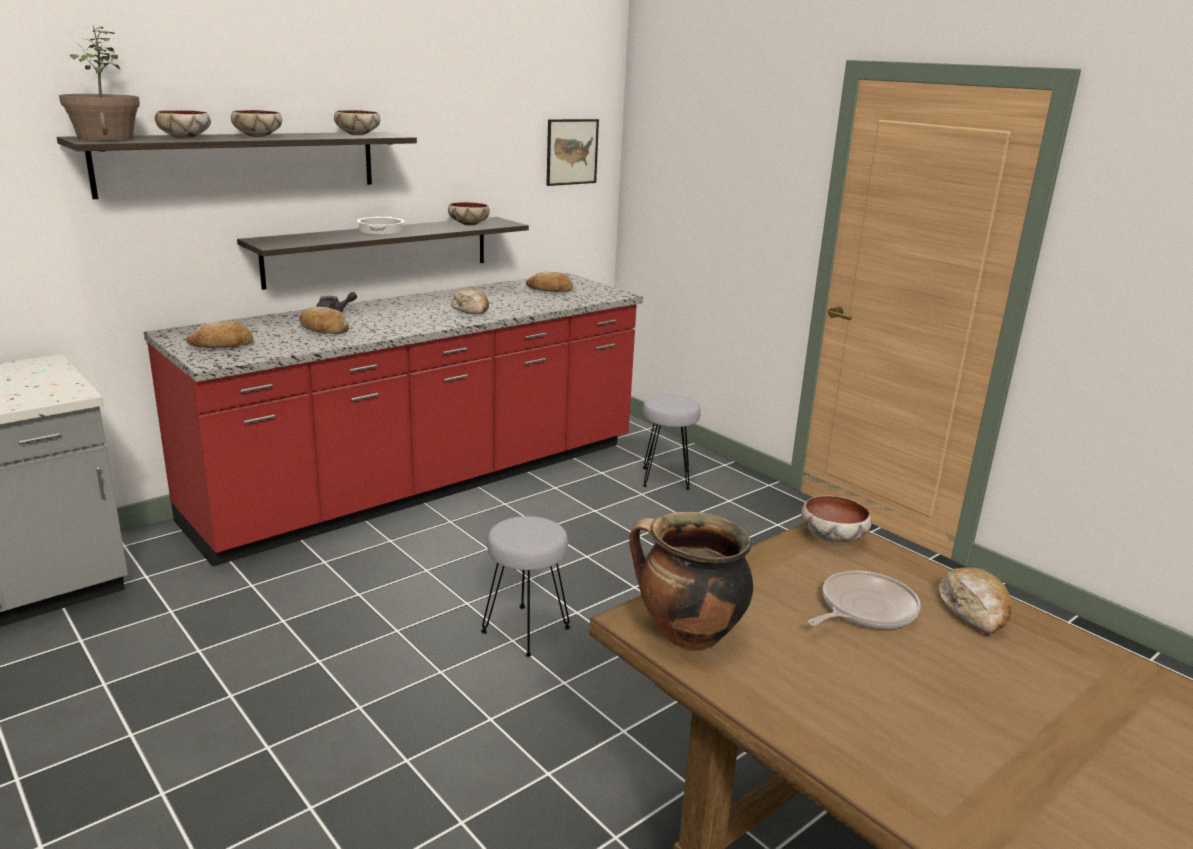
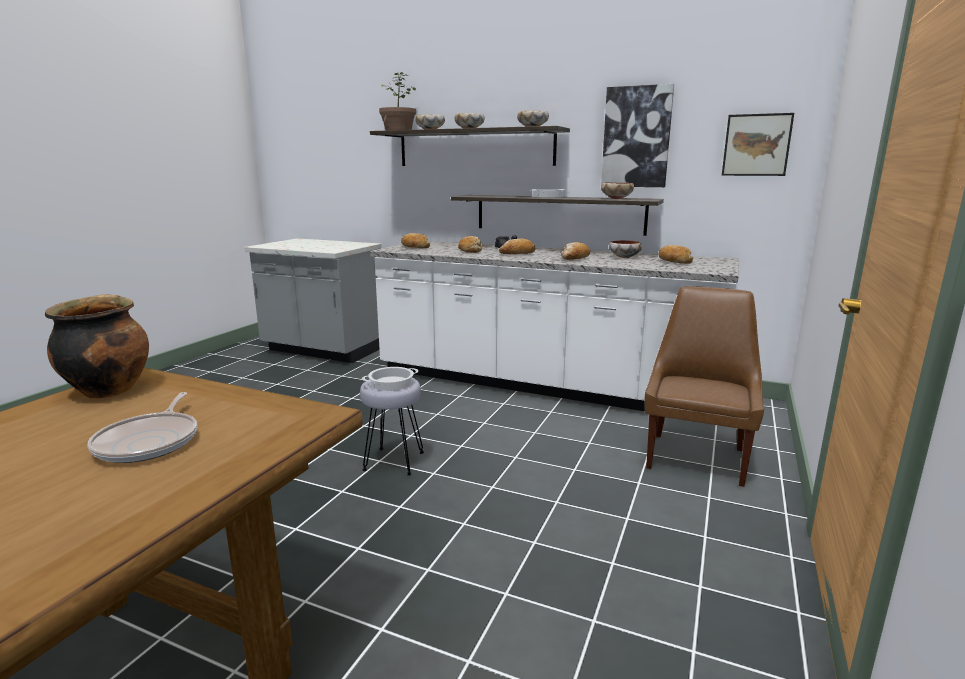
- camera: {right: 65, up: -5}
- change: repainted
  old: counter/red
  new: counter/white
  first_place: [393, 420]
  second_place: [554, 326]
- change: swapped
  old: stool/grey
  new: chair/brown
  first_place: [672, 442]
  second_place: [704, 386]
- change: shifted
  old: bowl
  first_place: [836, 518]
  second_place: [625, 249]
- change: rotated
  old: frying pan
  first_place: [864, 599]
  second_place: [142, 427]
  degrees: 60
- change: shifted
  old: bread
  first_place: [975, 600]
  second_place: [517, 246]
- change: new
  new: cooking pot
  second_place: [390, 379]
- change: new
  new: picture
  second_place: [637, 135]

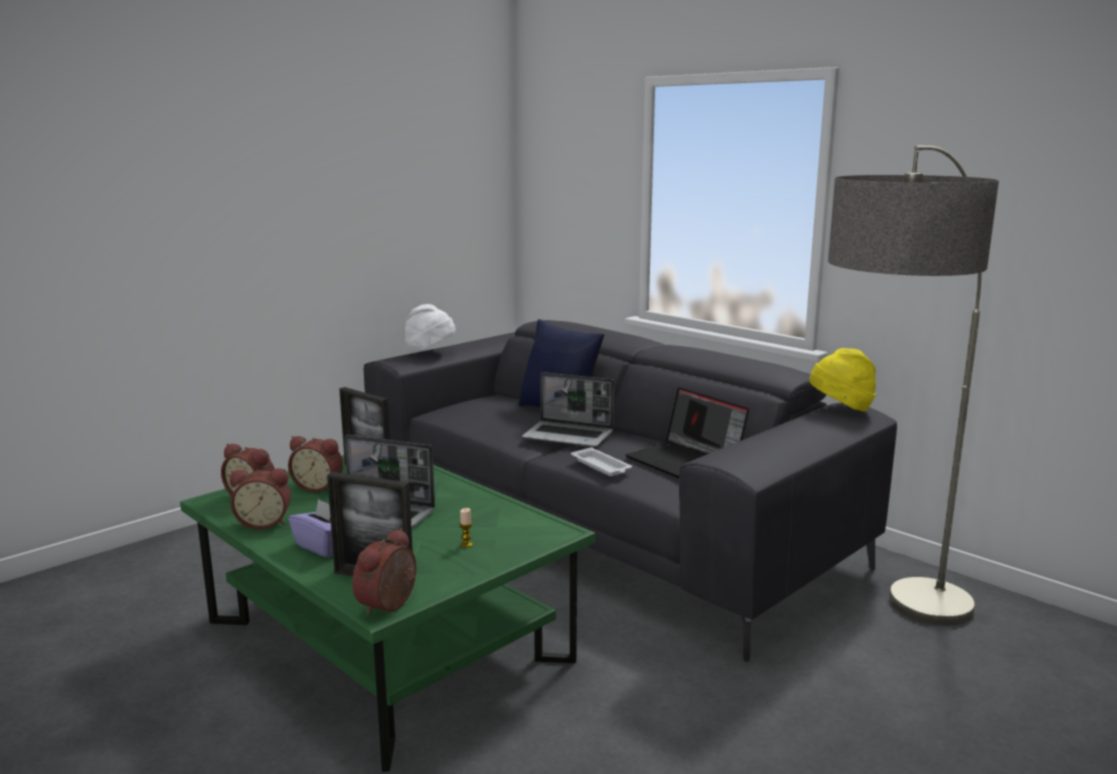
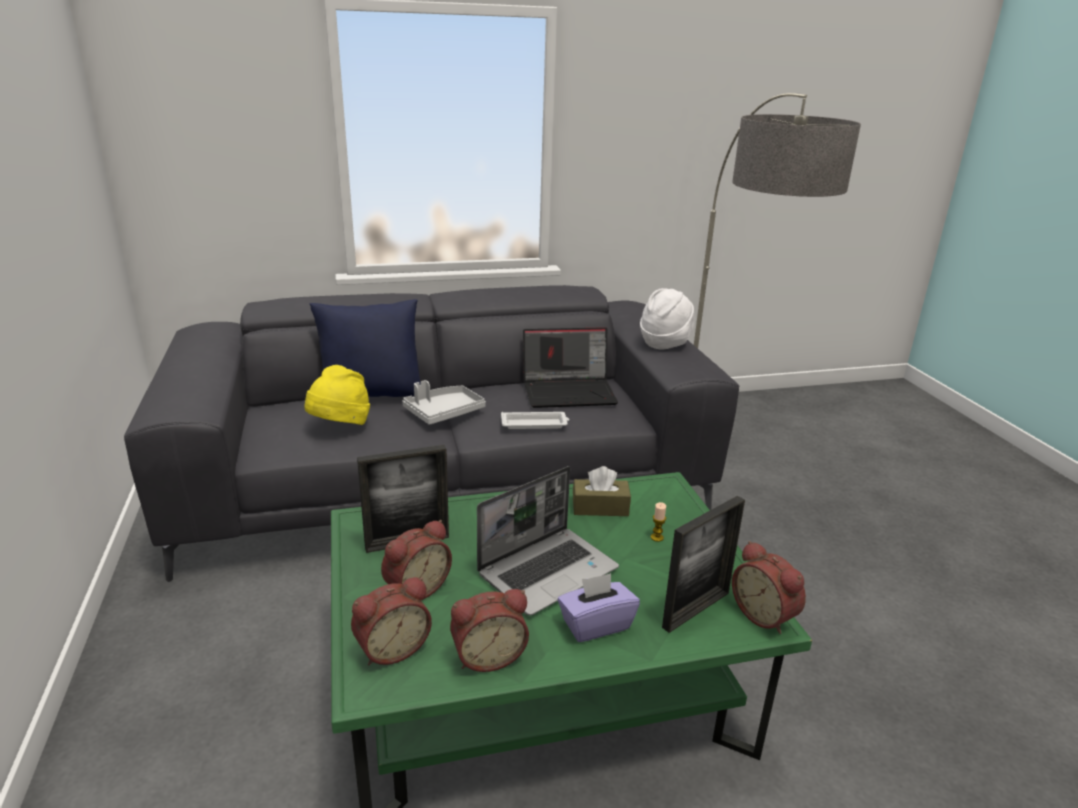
- camera: {right: -60, up: 10}
- change: rotated
  old: alarm clock
  first_place: [260, 499]
  second_place: [489, 630]
  degrees: 45
- change: shifted
  old: hat/white
  first_place: [430, 329]
  second_place: [667, 319]
- change: swapped
  old: laptop
  new: tray/grey
  first_place: [568, 409]
  second_place: [444, 402]
- change: shifted
  old: hat/yellow
  first_place: [843, 380]
  second_place: [337, 395]
- change: new
  new: tissue box/brown
  second_place: [602, 491]

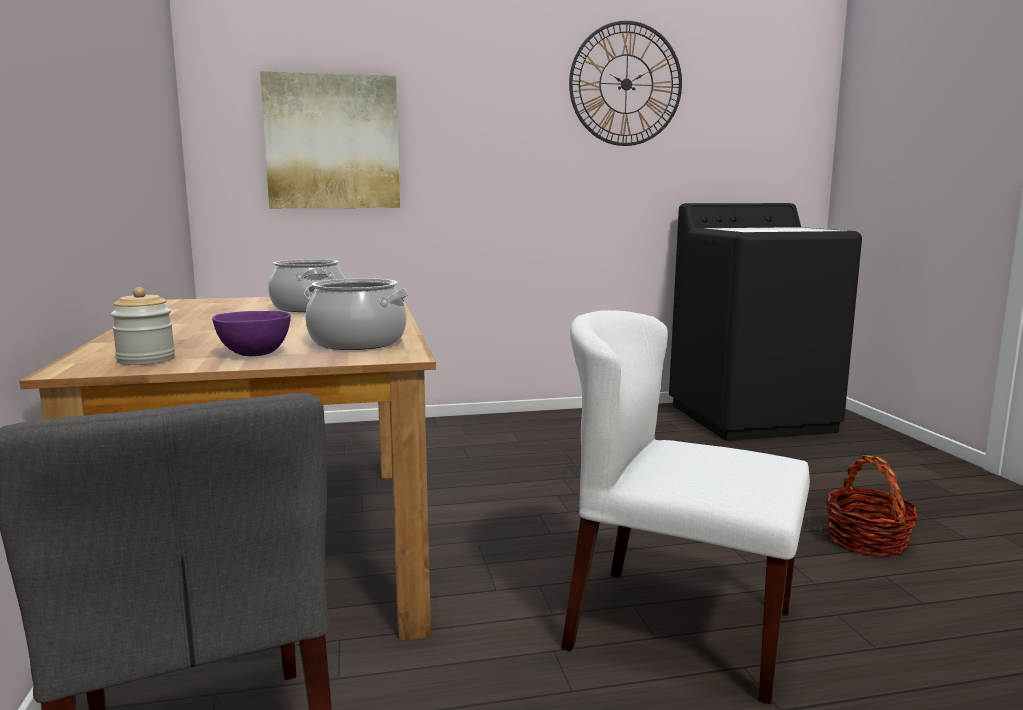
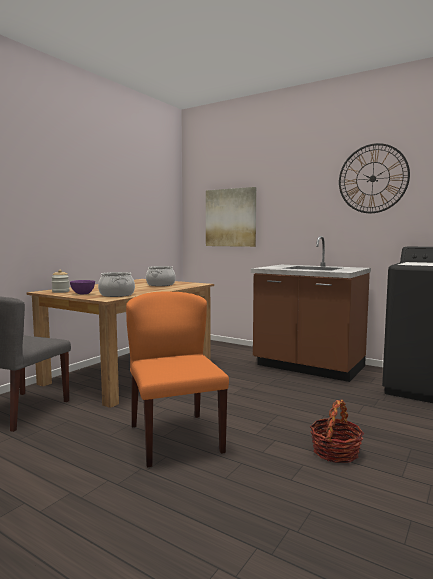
- camera: {right: 45, up: -5}
- change: repainted
  old: chair/white
  new: chair/orange
  first_place: [685, 507]
  second_place: [177, 380]
- change: new
  new: counter/brown
  second_place: [311, 309]

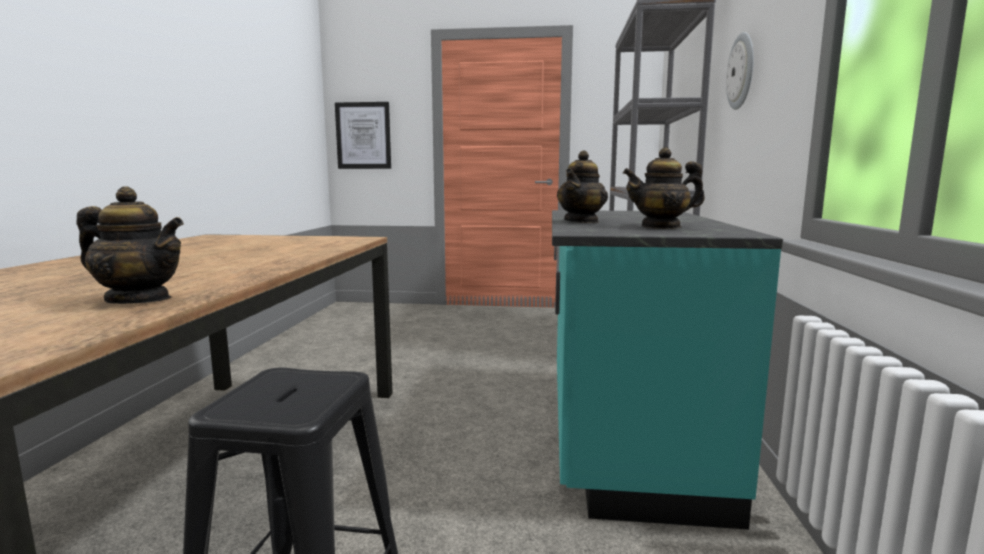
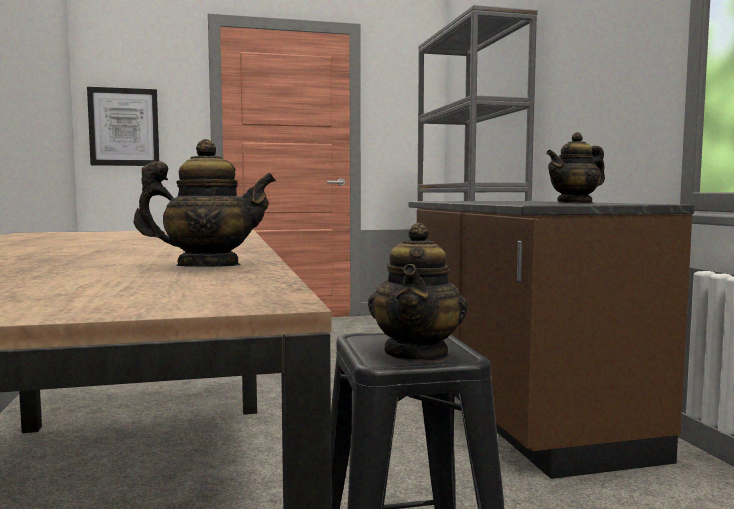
- camera: {right: -20, up: -5}
- change: repainted
  old: counter/turquoise
  new: counter/brown
  first_place: [667, 369]
  second_place: [552, 340]
- change: shifted
  old: teapot
  first_place: [582, 186]
  second_place: [418, 293]
- change: gone
  old: wall clock
  first_place: [740, 71]

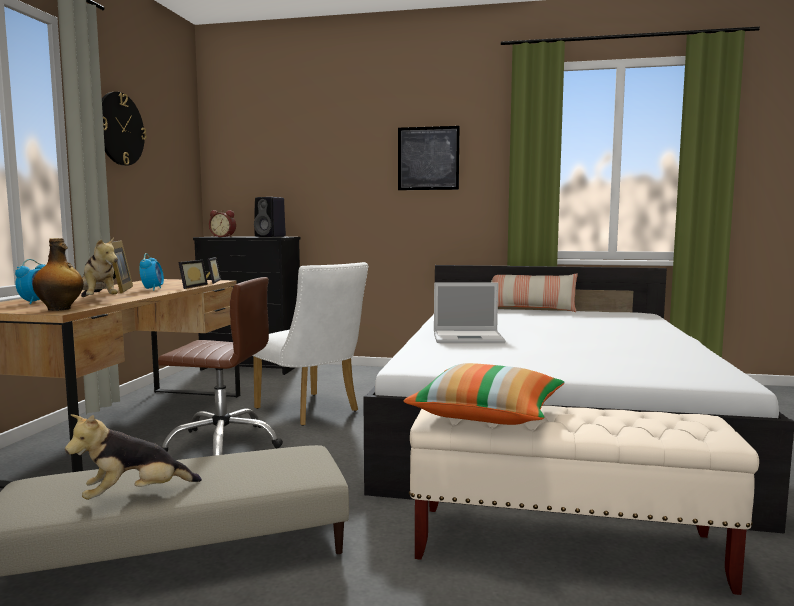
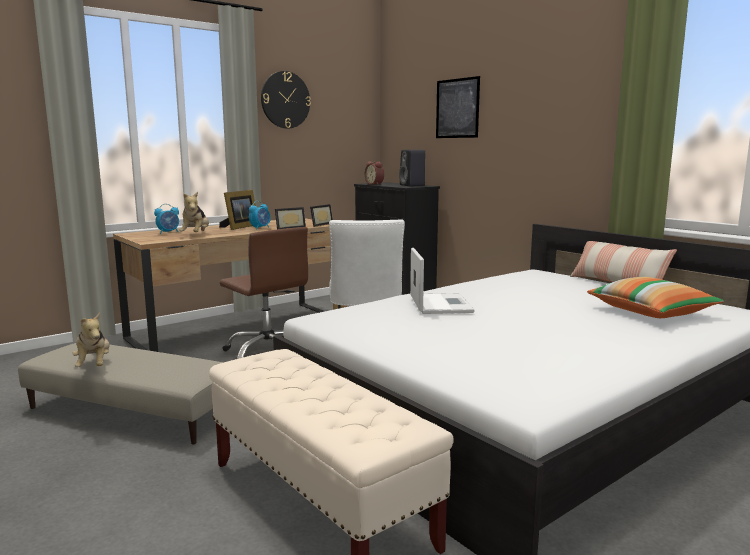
- camera: {right: 40, up: 5}
- change: gone
  old: bottle
  first_place: [58, 274]
- change: rotated
  old: plush toy
  first_place: [133, 457]
  second_place: [91, 340]
  degrees: -120
- change: shifted
  old: picture
  first_place: [429, 158]
  second_place: [458, 107]
- change: shifted
  old: pillow
  first_place: [483, 394]
  second_place: [655, 297]
- change: rotated
  old: laptop
  first_place: [469, 312]
  second_place: [442, 281]
  degrees: -135

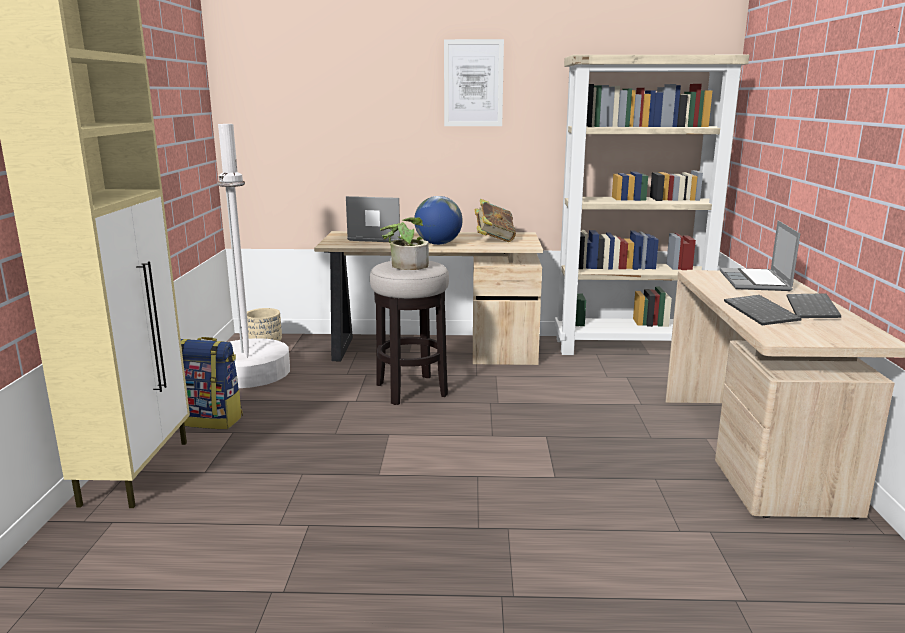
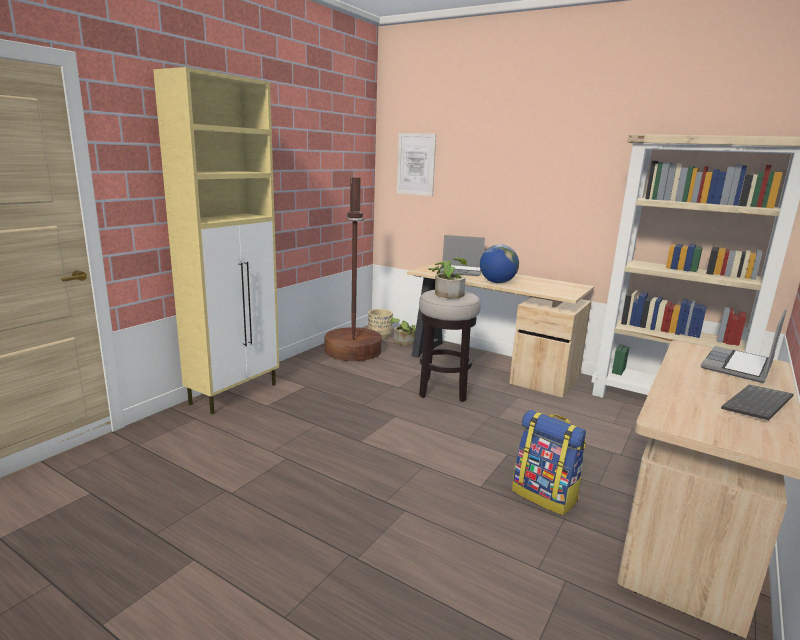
- camera: {right: 30, up: 0}
- change: shifted
  old: backpack
  first_place: [212, 383]
  second_place: [549, 462]
- change: repainted
  old: floor lamp/white
  new: floor lamp/brown
  first_place: [253, 256]
  second_place: [353, 269]
- change: rotated
  old: laptop
  first_place: [373, 219]
  second_place: [462, 255]
  degrees: 150
- change: shifted
  old: picture
  first_place: [474, 82]
  second_place: [416, 164]
- change: gone
  old: book
  first_place: [495, 220]
- change: gone
  old: keyboard
  first_place: [762, 310]
- change: new
  new: potted plant
  second_place: [403, 331]

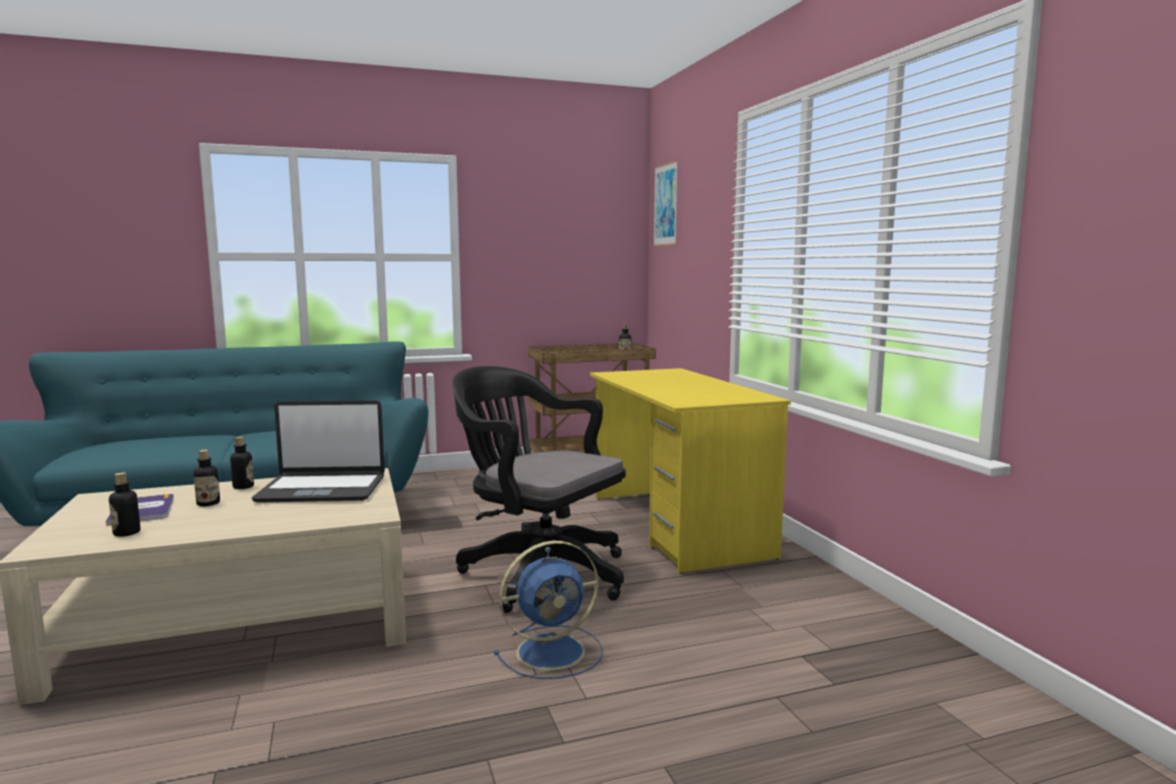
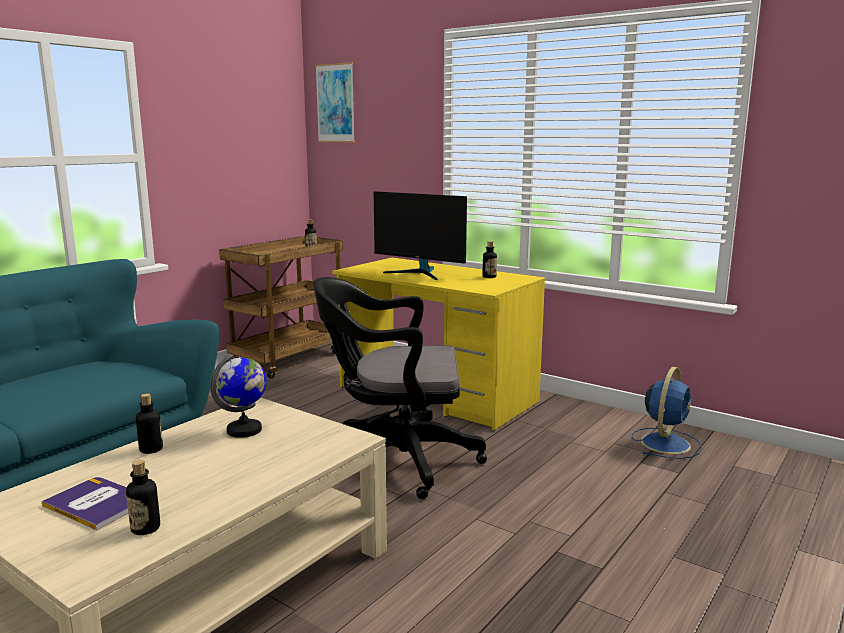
- camera: {right: -35, up: 5}
- change: shifted
  old: bottle
  first_place: [207, 478]
  second_place: [490, 259]
- change: swapped
  old: laptop
  new: globe
  first_place: [318, 451]
  second_place: [238, 396]
- change: shifted
  old: fan/blue
  first_place: [548, 610]
  second_place: [667, 413]
- change: new
  new: monitor
  second_place: [420, 235]

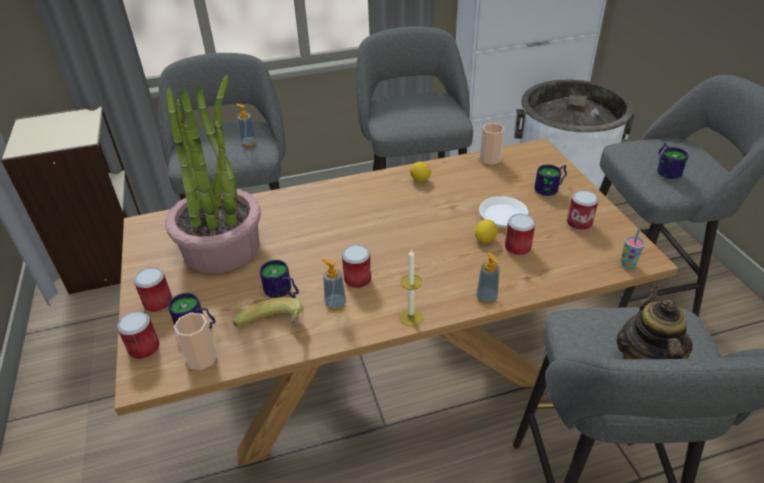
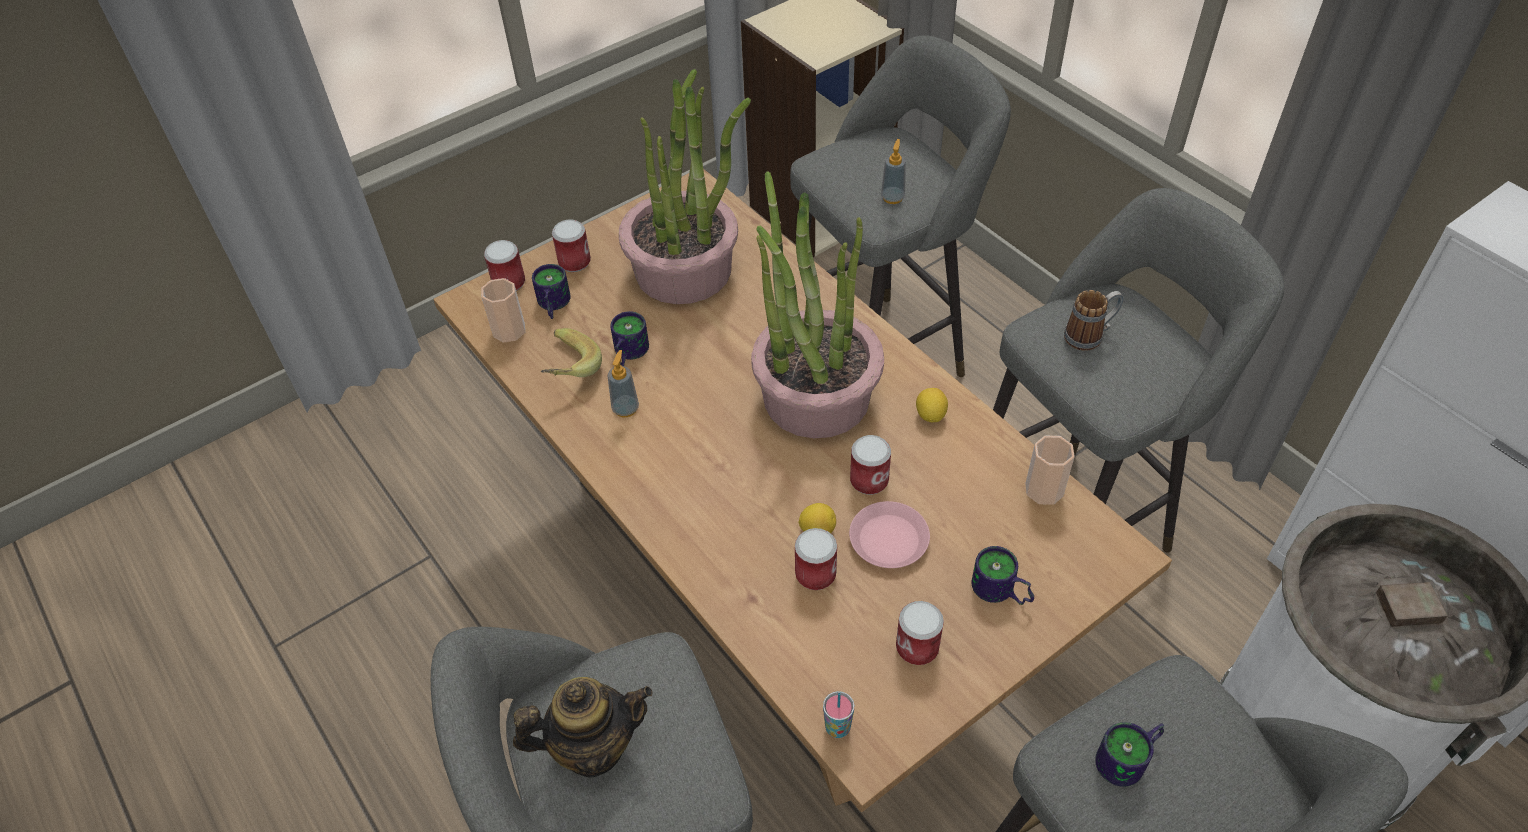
- camera: {right: 70, up: 10}
- change: shifted
  old: can
  first_place: [356, 267]
  second_place: [870, 465]
- change: gone
  old: candle
  first_place: [411, 287]
- change: gone
  old: soap dispenser
  first_place: [488, 278]
- change: repainted
  old: plate/white
  new: plate/pink
  first_place: [503, 211]
  second_place: [889, 534]
- change: new
  new: potted plant
  second_place: [817, 304]
- change: new
  new: mug
  second_place: [1094, 320]

